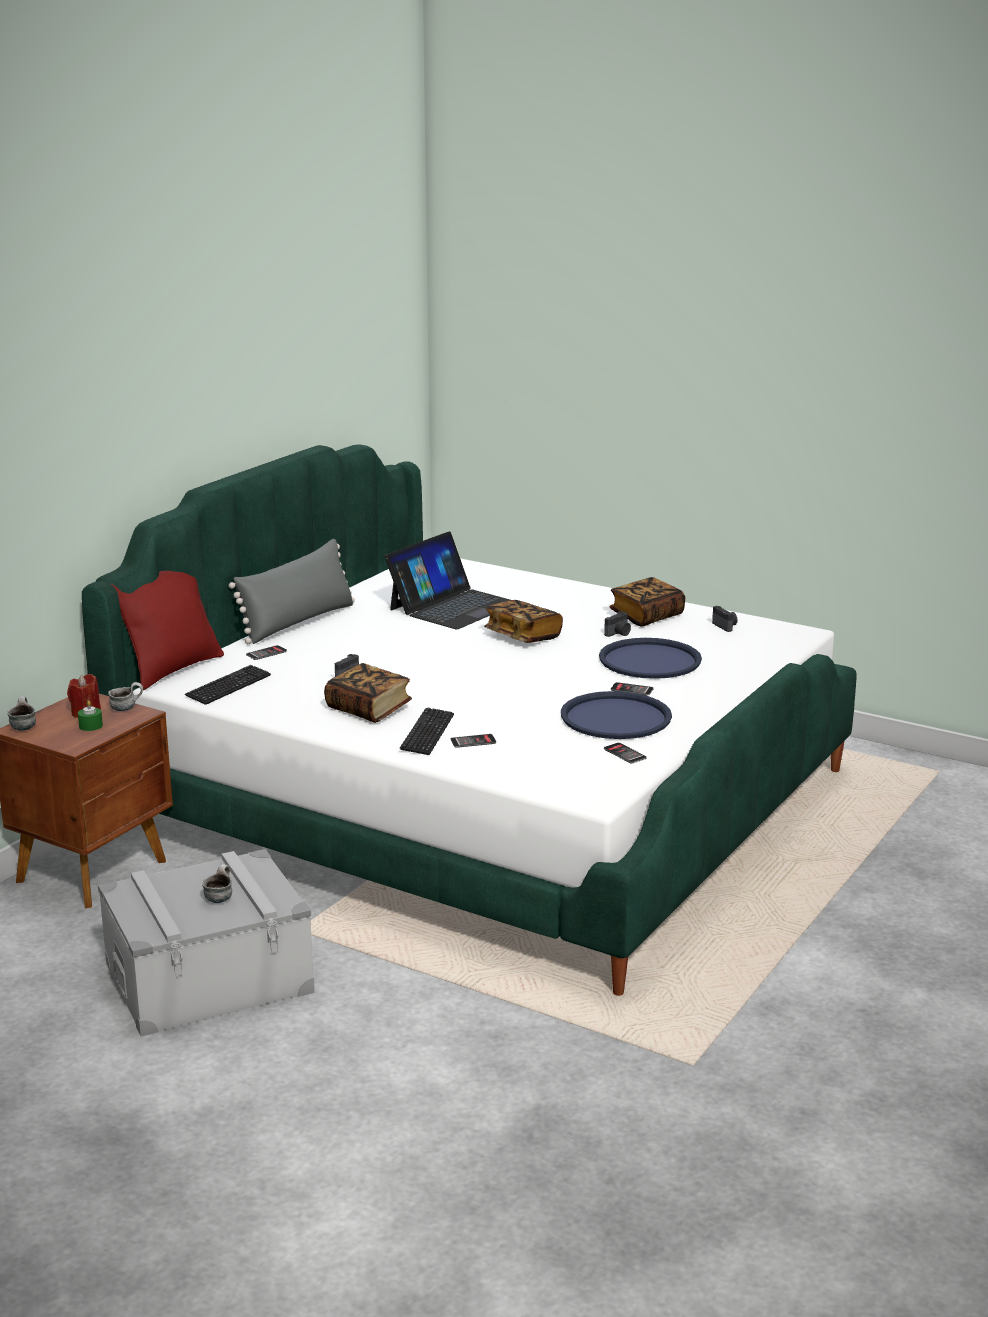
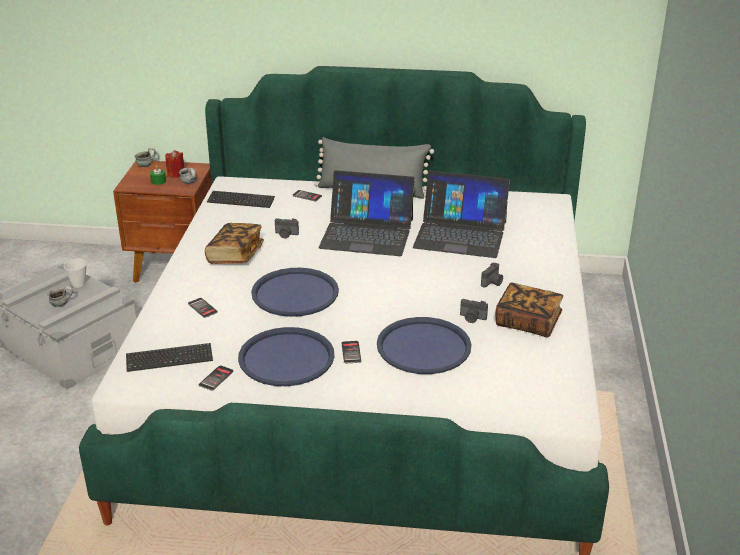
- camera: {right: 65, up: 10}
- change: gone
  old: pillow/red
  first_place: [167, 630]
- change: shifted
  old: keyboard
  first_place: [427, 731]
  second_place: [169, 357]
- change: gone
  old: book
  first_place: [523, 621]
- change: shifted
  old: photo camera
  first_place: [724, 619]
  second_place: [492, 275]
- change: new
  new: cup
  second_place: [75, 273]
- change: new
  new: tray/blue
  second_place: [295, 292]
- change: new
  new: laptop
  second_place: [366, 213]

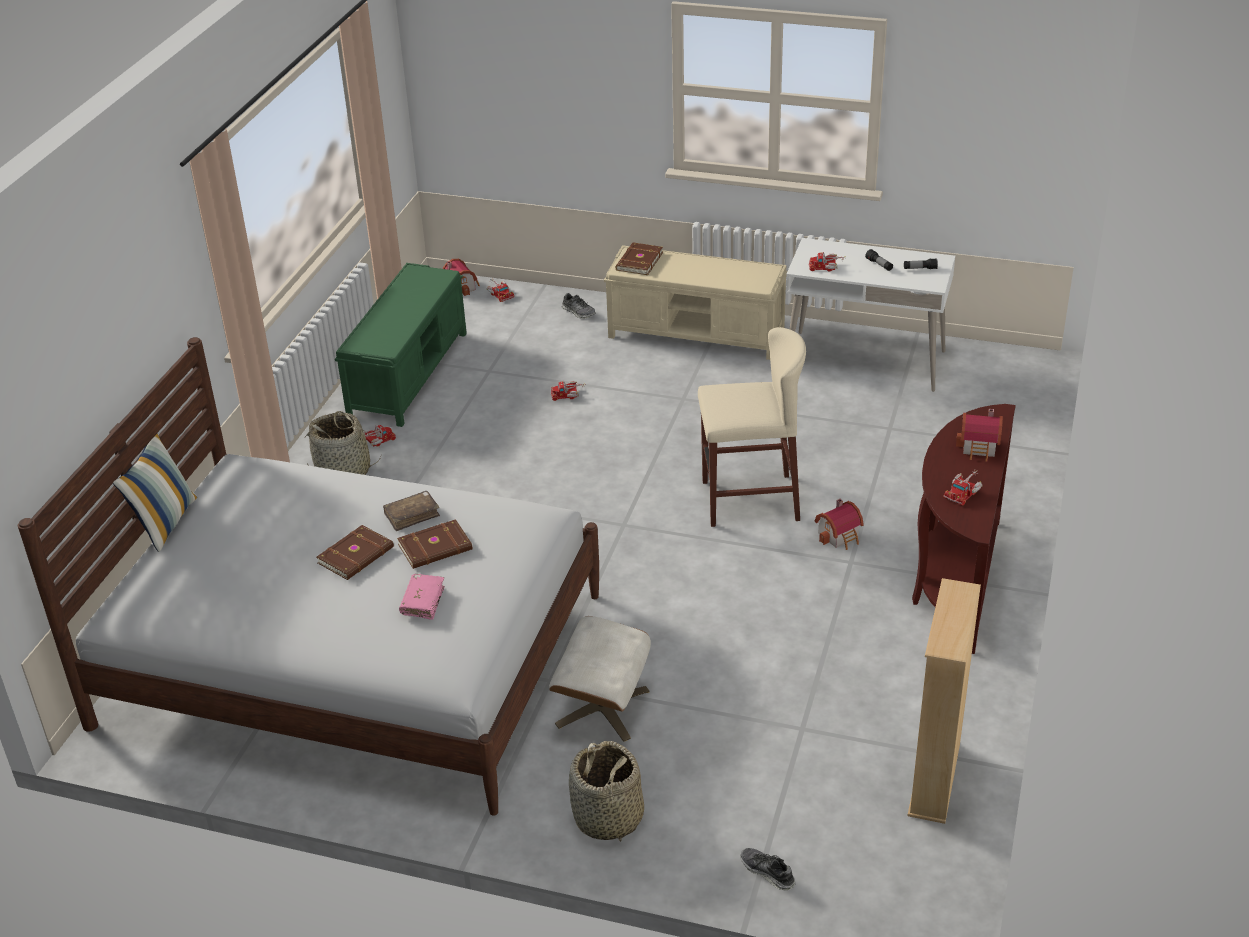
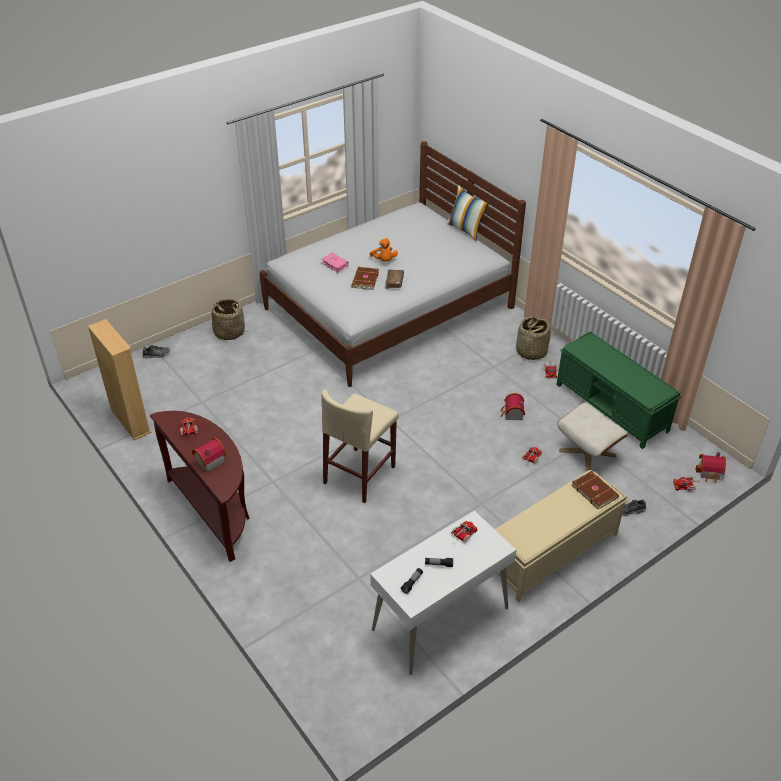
- camera: {right: 125, up: 5}
- change: swapped
  old: book/brown
  new: plush toy/orange
  first_place: [355, 552]
  second_place: [384, 249]
- change: shifted
  old: ottoman/beige
  first_place: [600, 679]
  second_place: [592, 437]
- change: shifted
  old: toy house
  first_place: [839, 524]
  second_place: [512, 406]

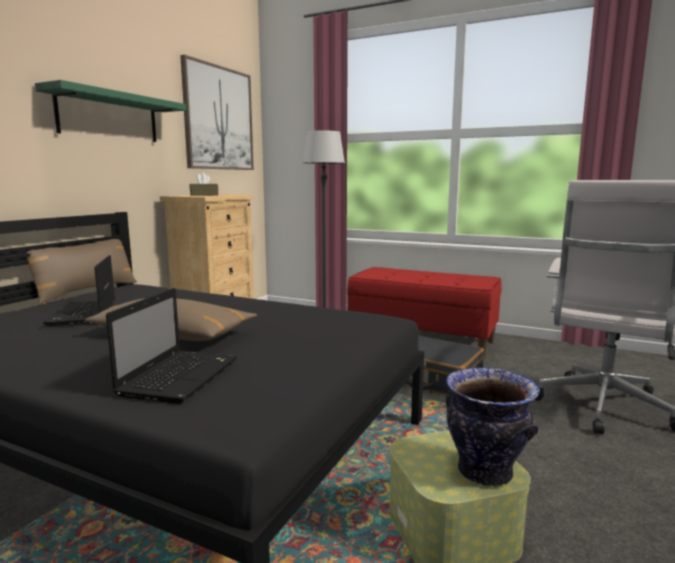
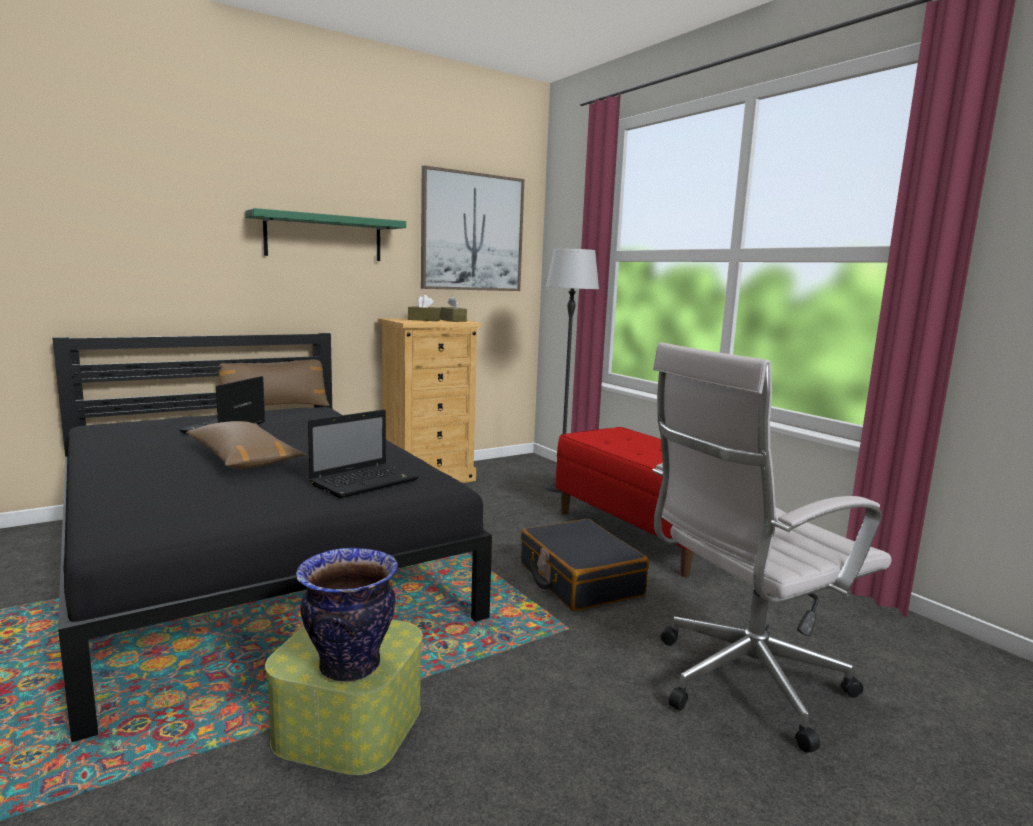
- camera: {right: 30, up: 0}
- change: shifted
  old: laptop
  first_place: [171, 346]
  second_place: [363, 454]
- change: new
  new: tissue box/brown
  second_place: [454, 309]

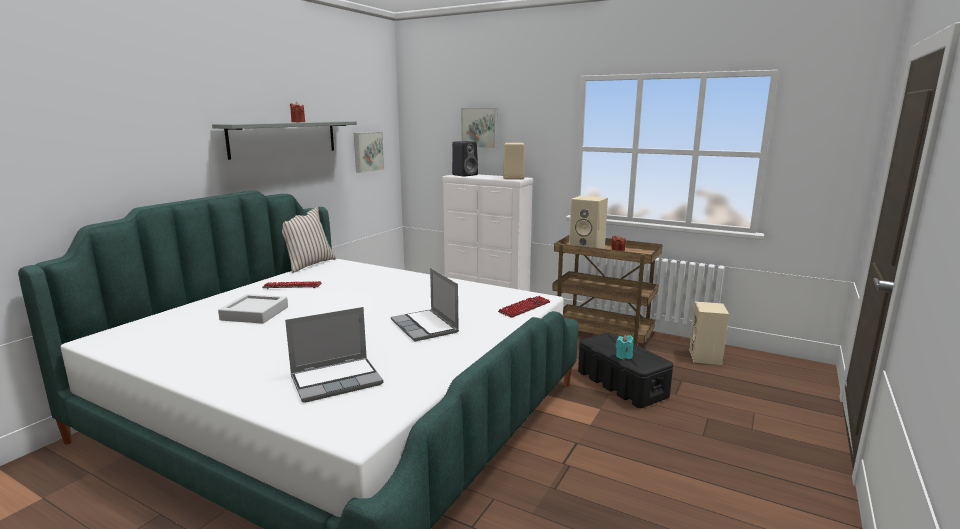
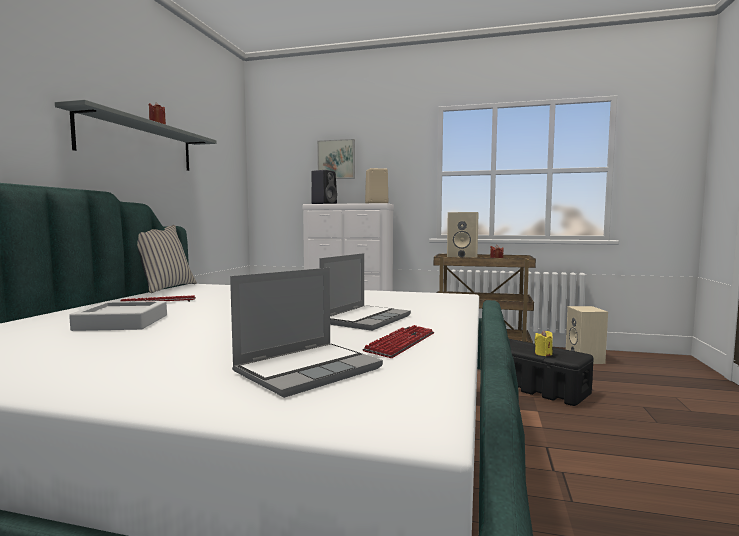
- camera: {right: -15, up: -10}
- change: gone
  old: picture
  first_place: [369, 152]
- change: rotated
  old: laptop
  first_place: [425, 305]
  second_place: [365, 292]
  degrees: -105
- change: shifted
  old: keyboard
  first_place: [524, 307]
  second_place: [398, 341]
- change: repainted
  old: candle/turquoise
  new: candle/yellow
  first_place: [625, 347]
  second_place: [543, 343]

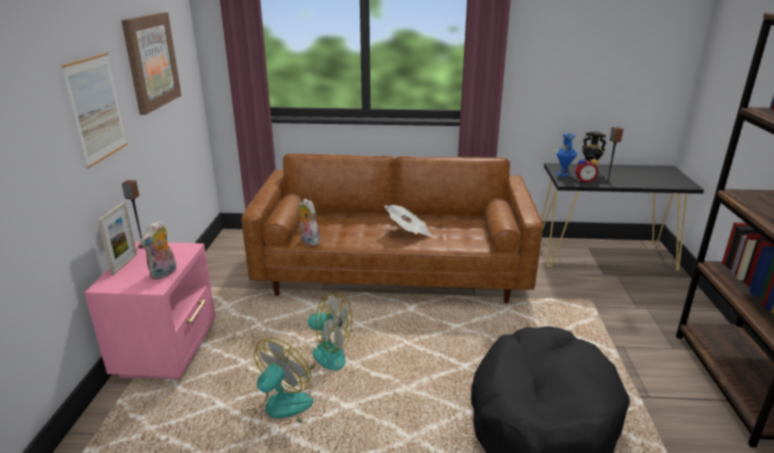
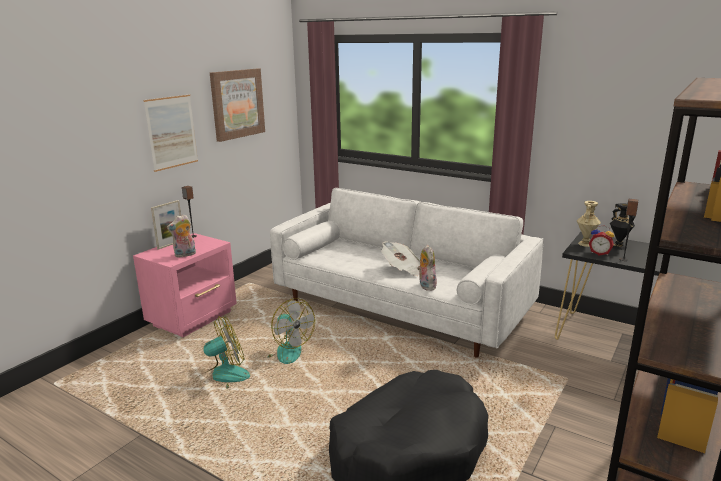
- camera: {right: 30, up: -5}
- change: repainted
  old: sofa/brown
  new: sofa/white
  first_place: [392, 229]
  second_place: [407, 273]
- change: shifted
  old: plush toy
  first_place: [309, 222]
  second_place: [427, 268]
- change: repainted
  old: vase/blue
  new: vase/beige
  first_place: [567, 155]
  second_place: [589, 224]

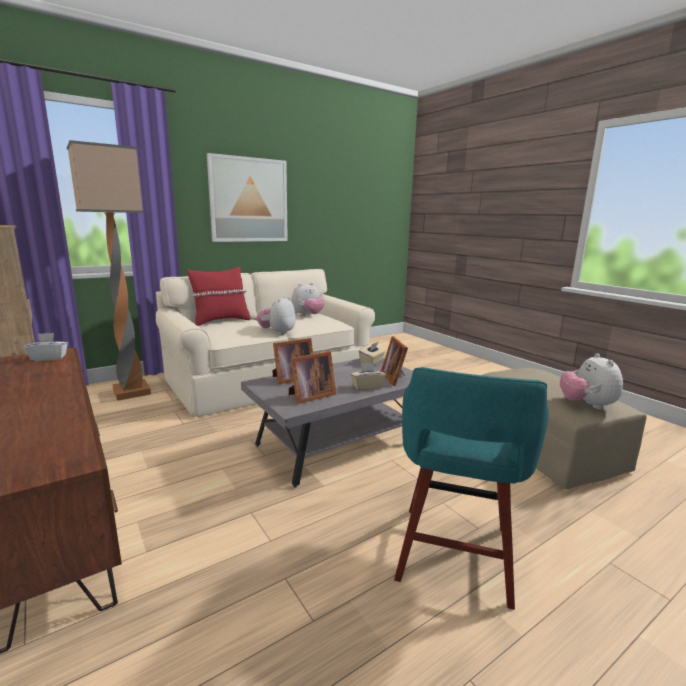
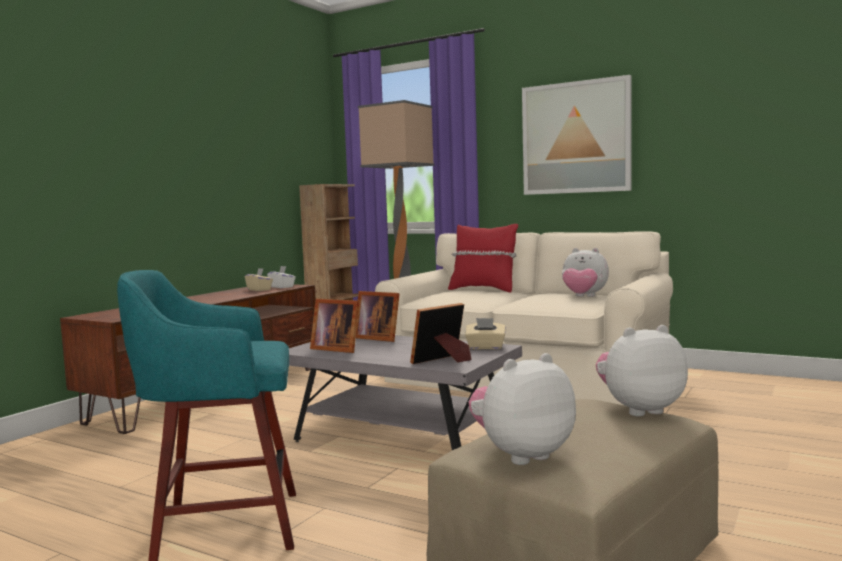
- camera: {right: 65, up: -10}
- change: shifted
  old: plush toy
  first_place: [276, 315]
  second_place: [642, 370]
- change: shifted
  old: tissue box/beige
  first_place: [368, 377]
  second_place: [259, 279]

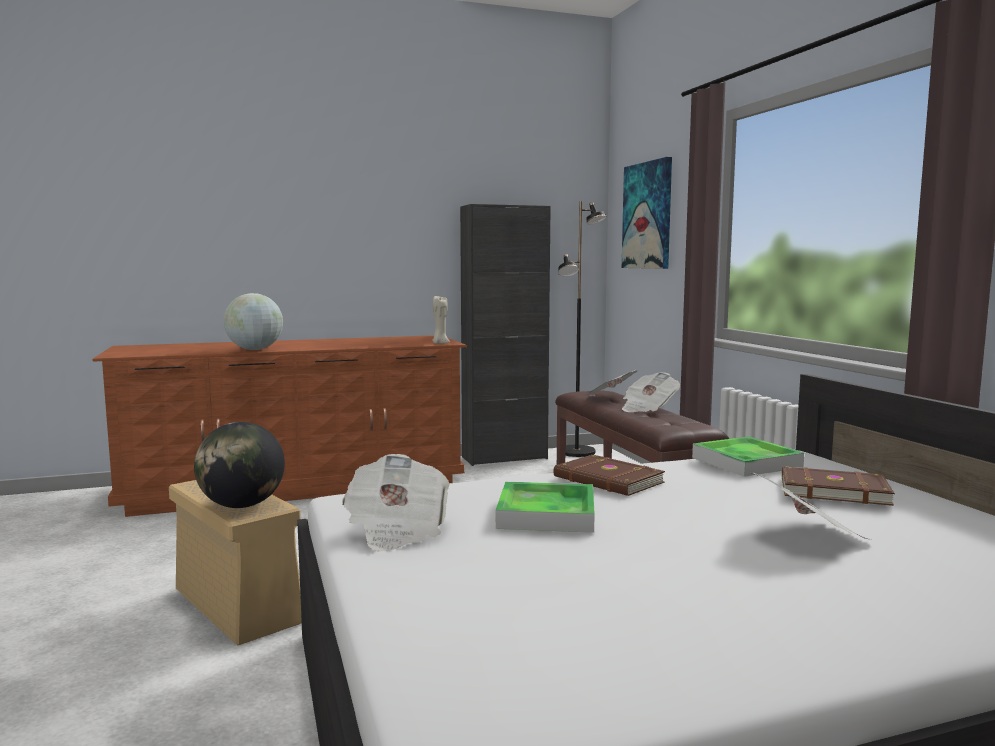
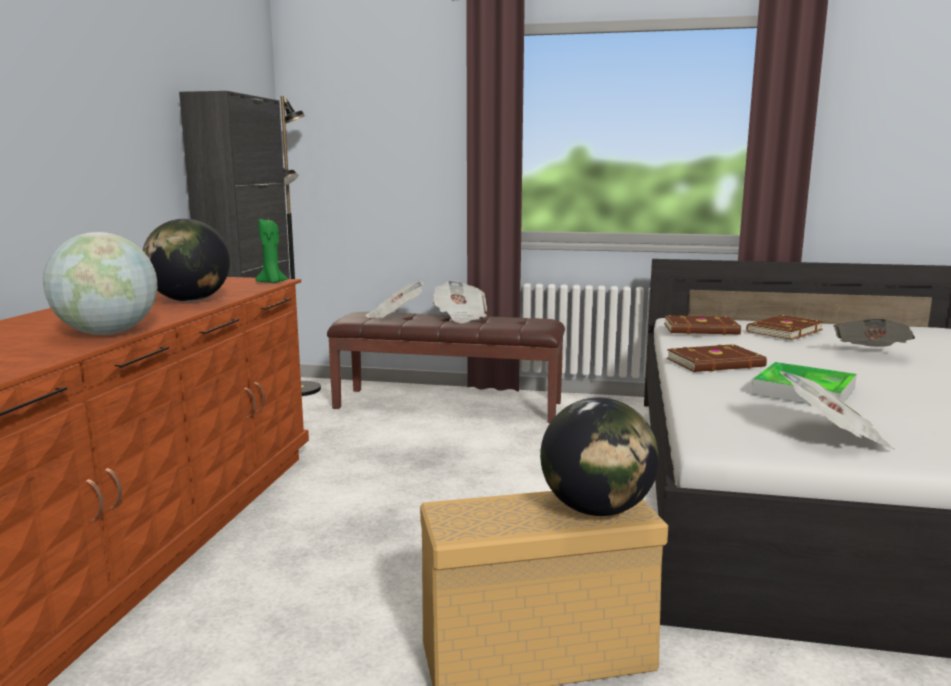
- camera: {right: -60, up: 5}
- change: repainted
  old: candle/beige
  new: candle/green
  first_place: [441, 320]
  second_place: [271, 251]
- change: gone
  old: picture
  first_place: [647, 213]
- change: swapped
  old: tray
  new: book/brown
  first_place: [748, 456]
  second_place: [702, 325]
- change: new
  new: globe
  second_place: [186, 260]

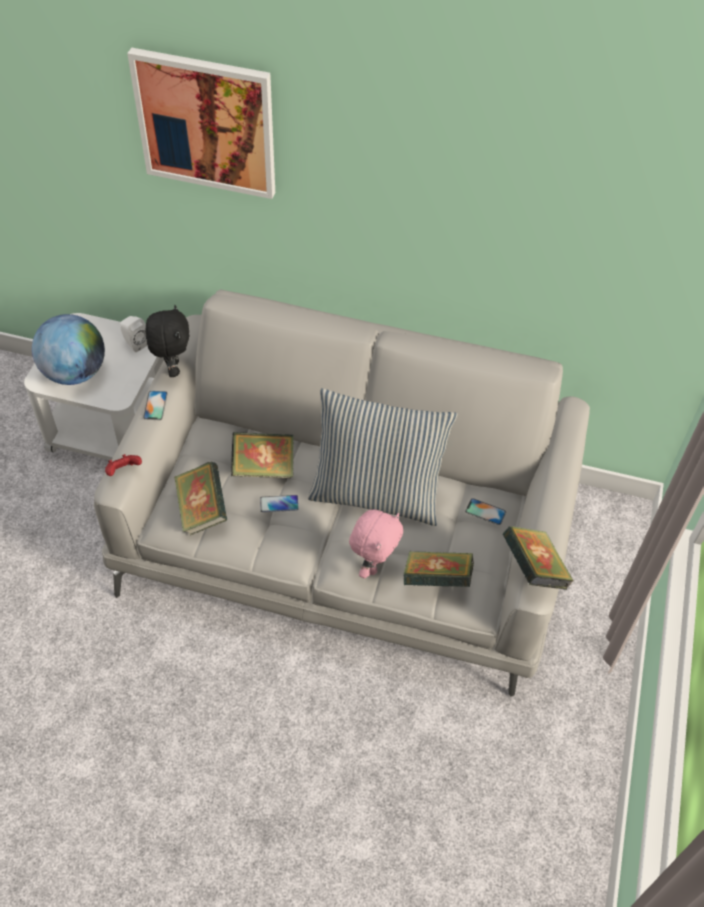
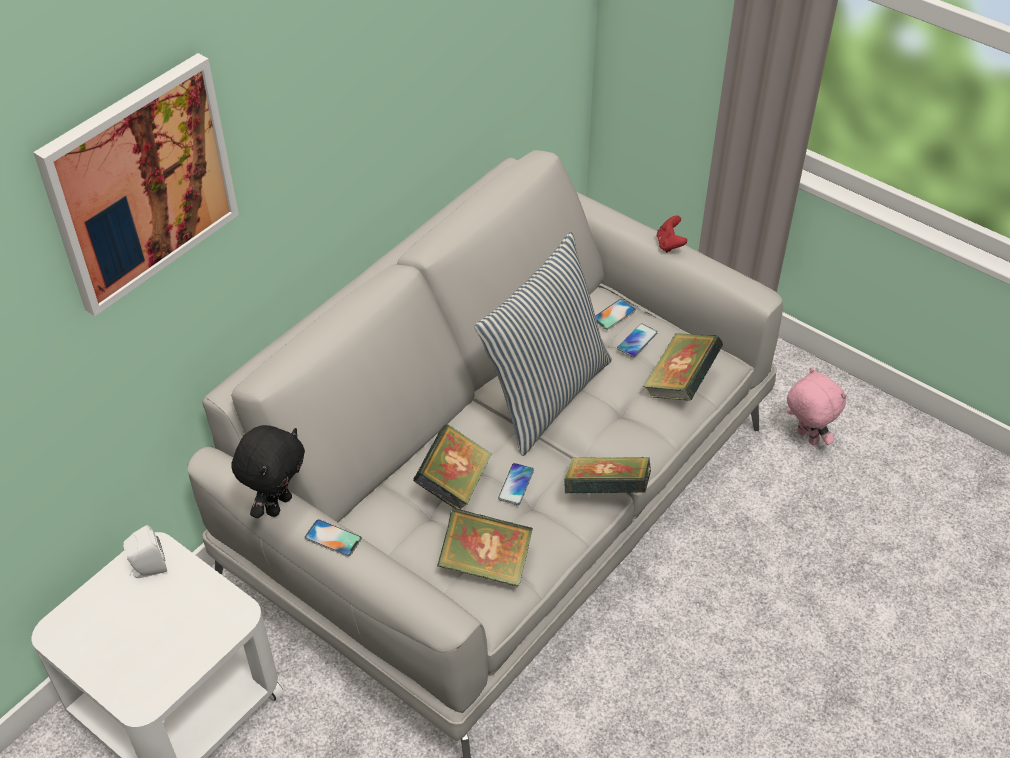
- camera: {right: -65, up: -5}
- change: gone
  old: globe
  first_place: [68, 349]
- change: shifted
  old: game controller/red
  first_place: [123, 465]
  second_place: [672, 234]
- change: rotated
  old: plush toy/black
  first_place: [168, 341]
  second_place: [268, 471]
  degrees: 105
- change: shifted
  old: plush toy/pink
  first_place: [376, 544]
  second_place: [817, 406]
- change: shifted
  old: book
  first_place: [538, 558]
  second_place: [607, 475]
- change: new
  new: phone
  second_place: [637, 340]

